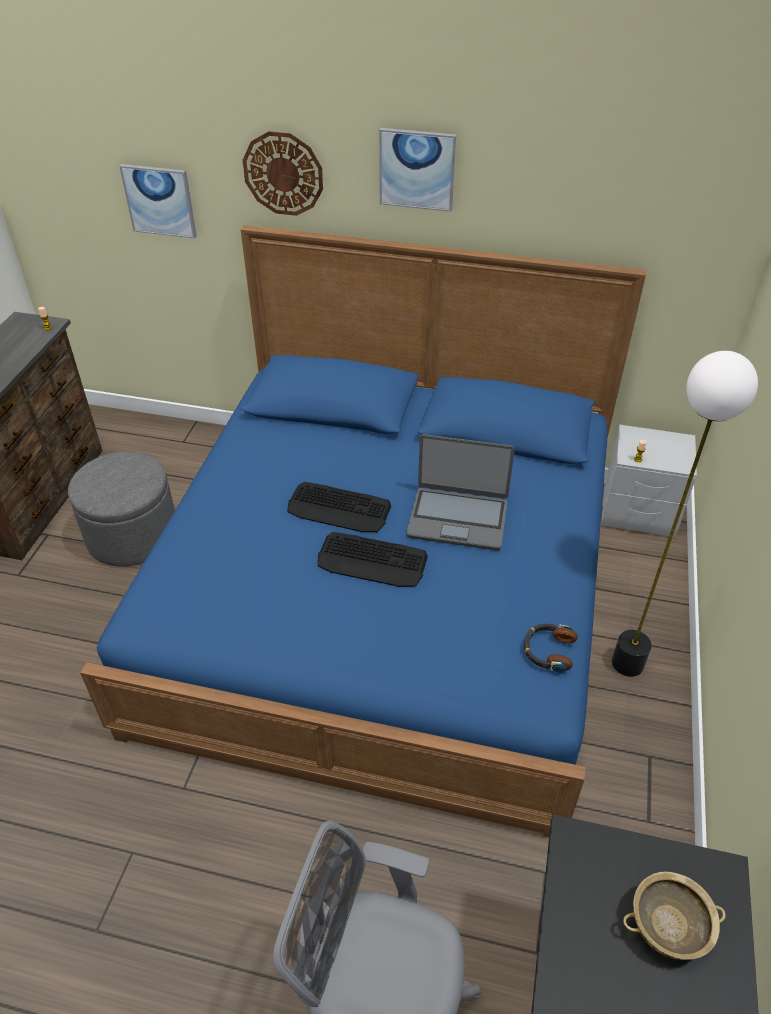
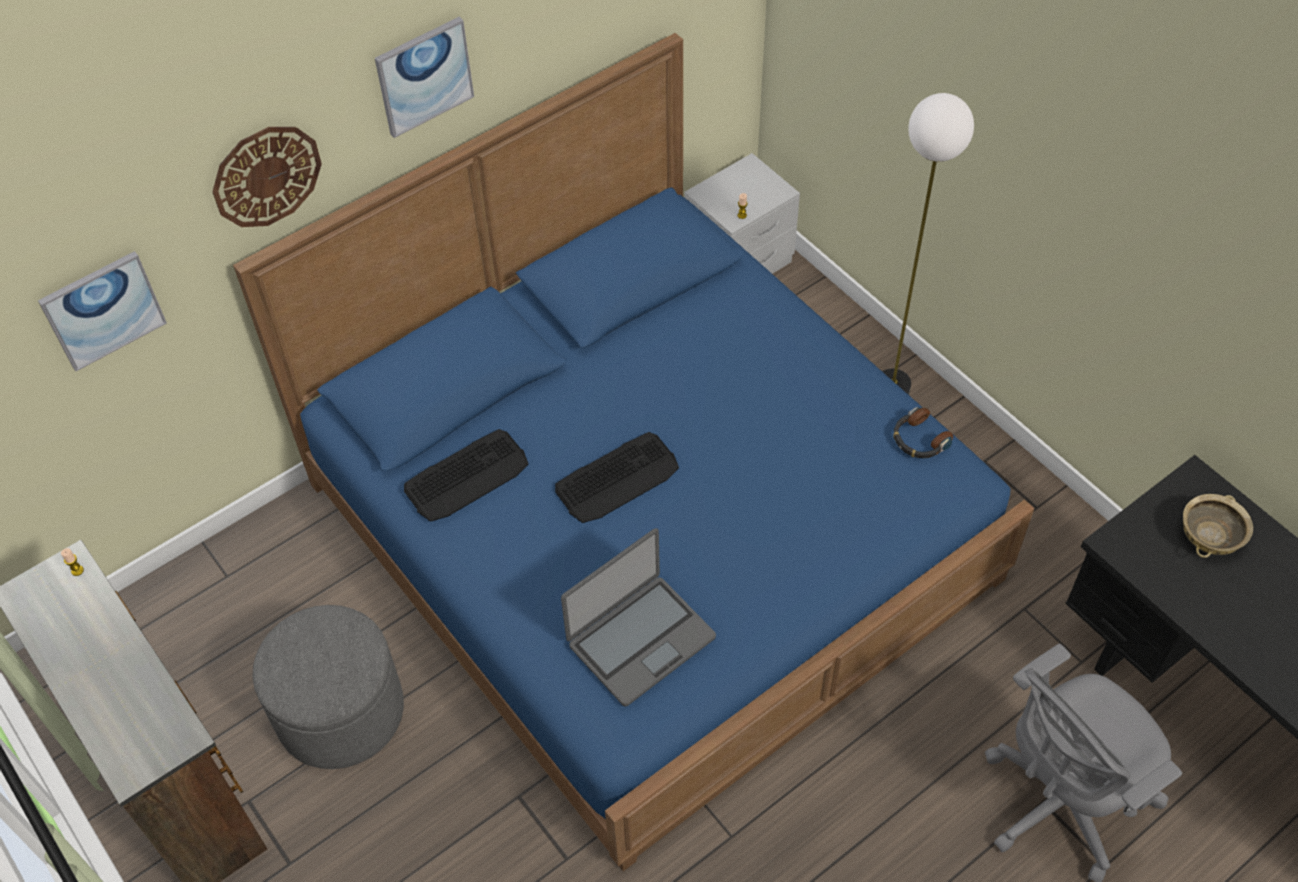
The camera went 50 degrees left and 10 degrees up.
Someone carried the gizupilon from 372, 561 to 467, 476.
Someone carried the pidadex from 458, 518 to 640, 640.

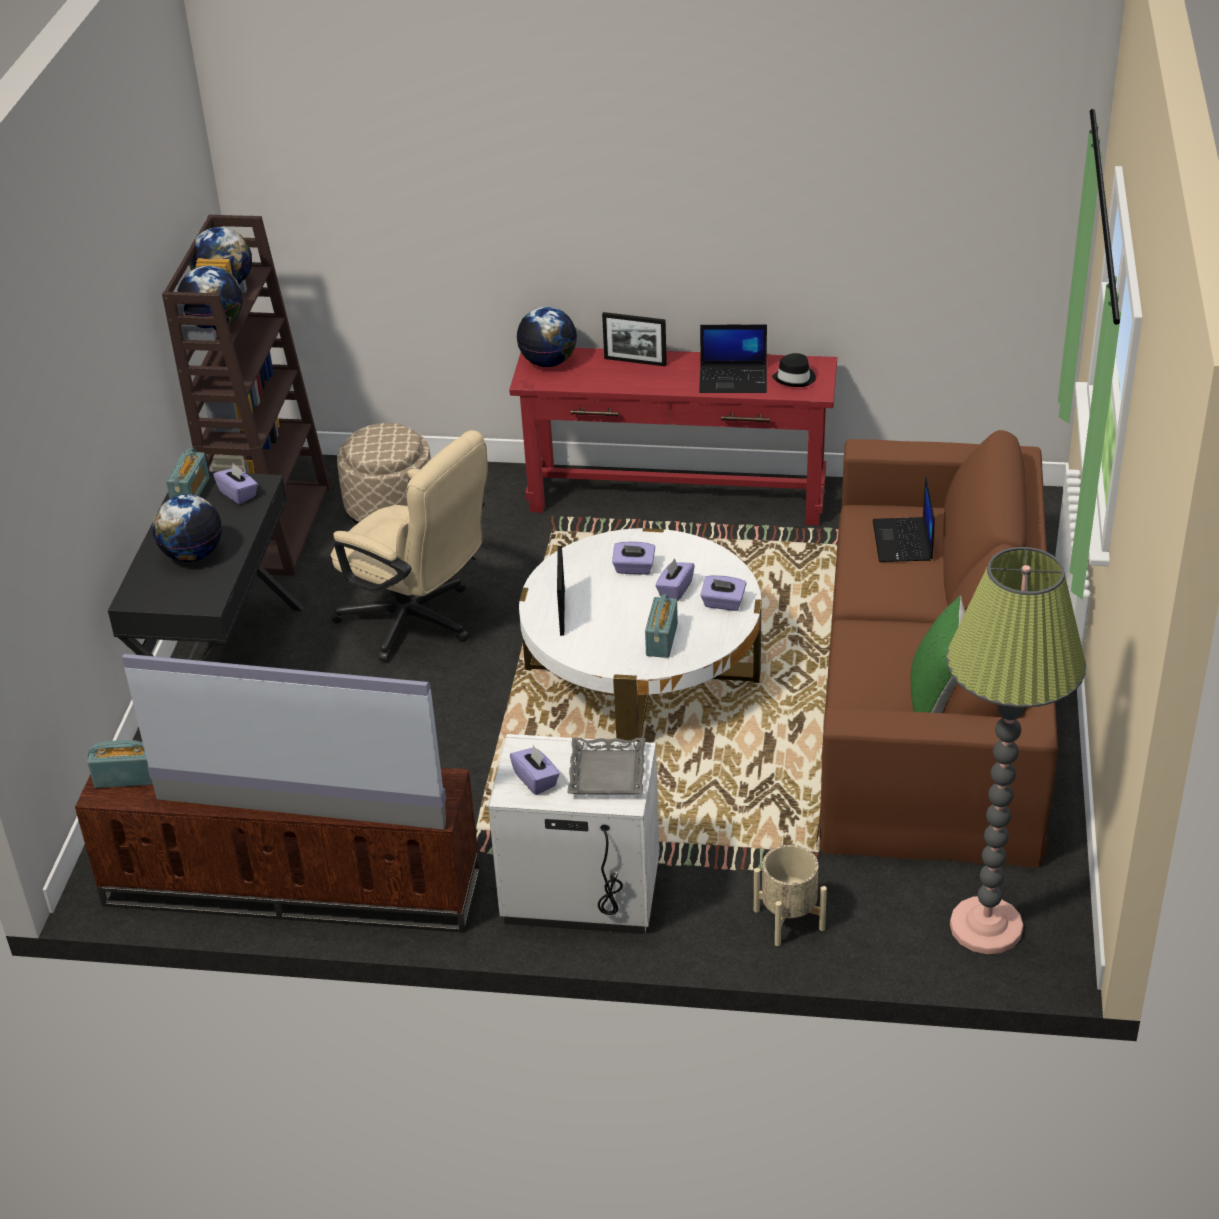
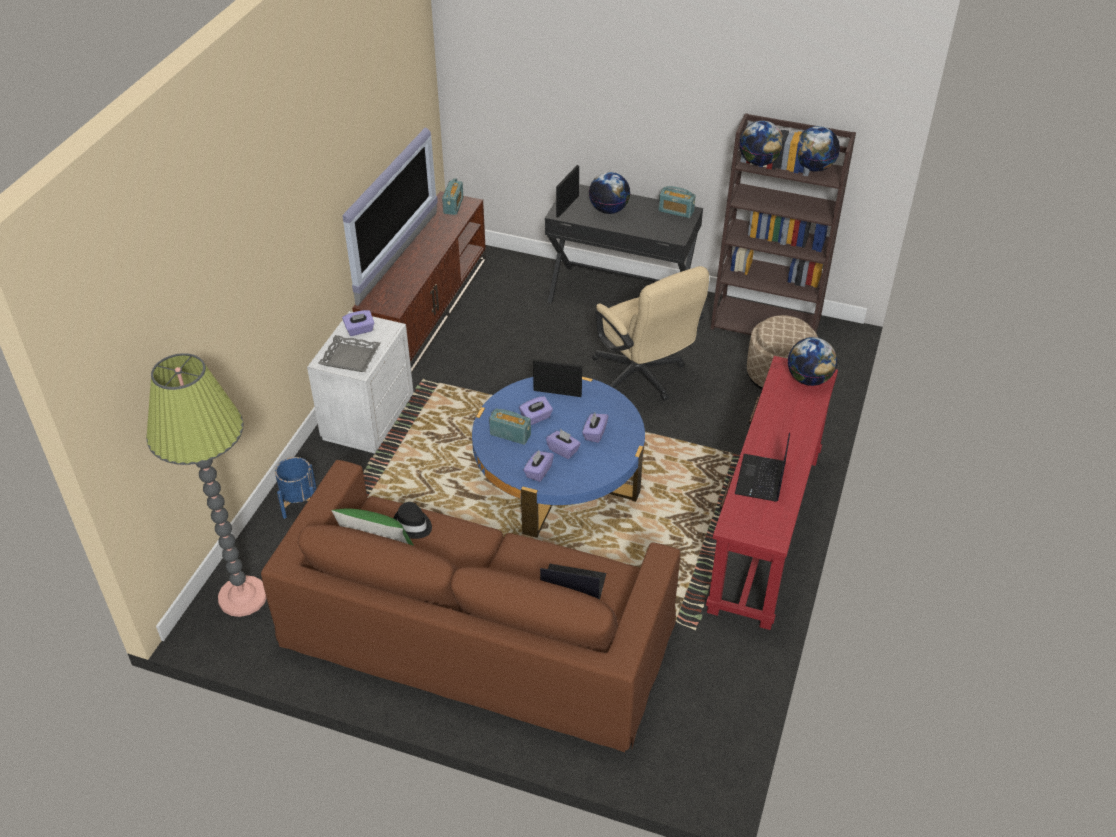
The camera went 100 degrees right and 5 degrees up.
Someone carried the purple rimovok from 238, 494 to 536, 417.
Someone carried the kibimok from 635, 361 to 567, 206.
Someone carried the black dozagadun from 795, 378 to 412, 525.
Someone repainted the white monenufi at 642, 670, which became the blue monenufi at 558, 476.
Someone repainted the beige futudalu at 789, 919, which became the blue futudalu at 300, 504.
Someone rotated the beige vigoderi at 418, 623 by 75 degrees counterclockwise.

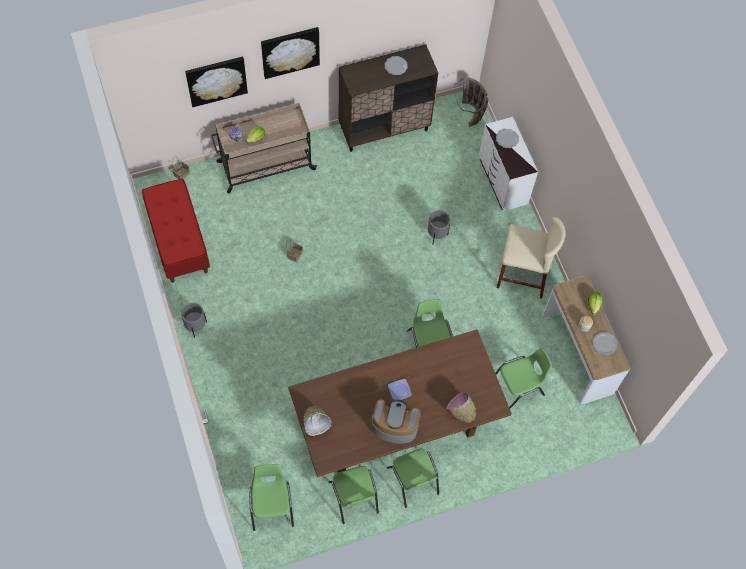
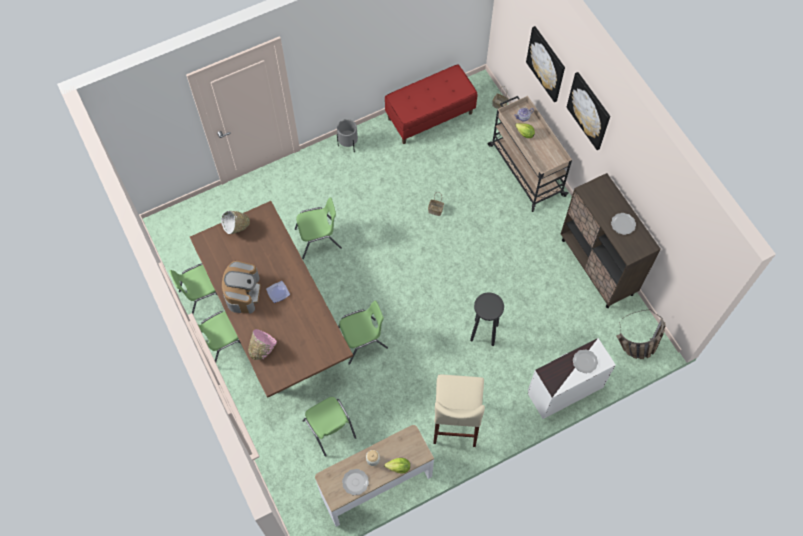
The camera went 85 degrees right and 0 degrees up.
Someone carried the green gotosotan from 272, 505 to 319, 239.
Someone swapped the grey futudalu at 437, 236 for the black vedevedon at 484, 333.

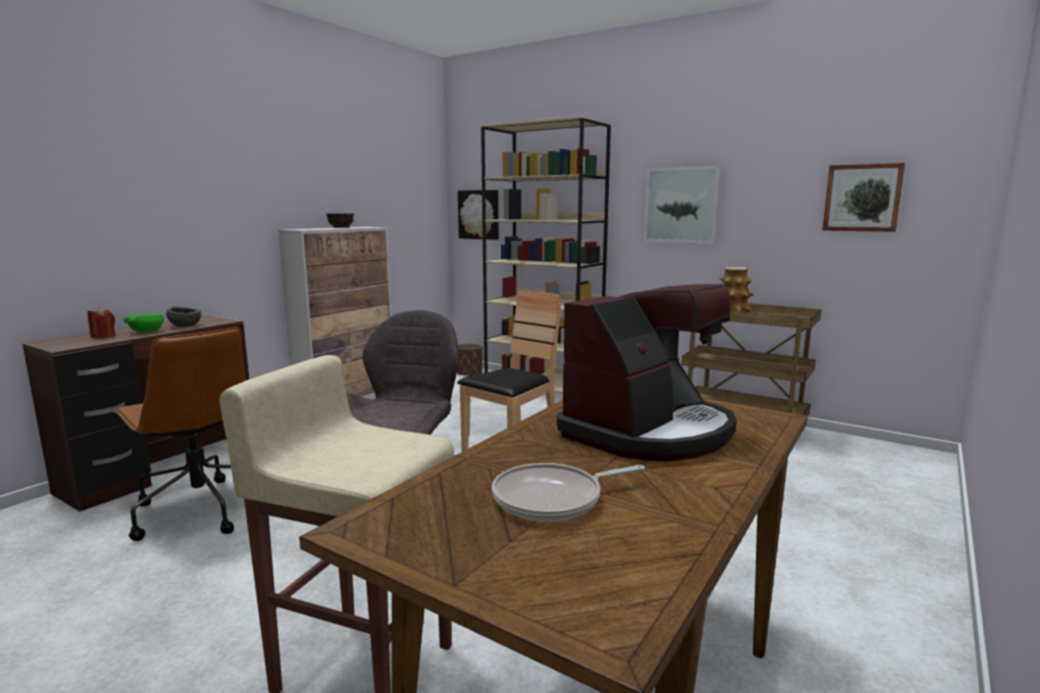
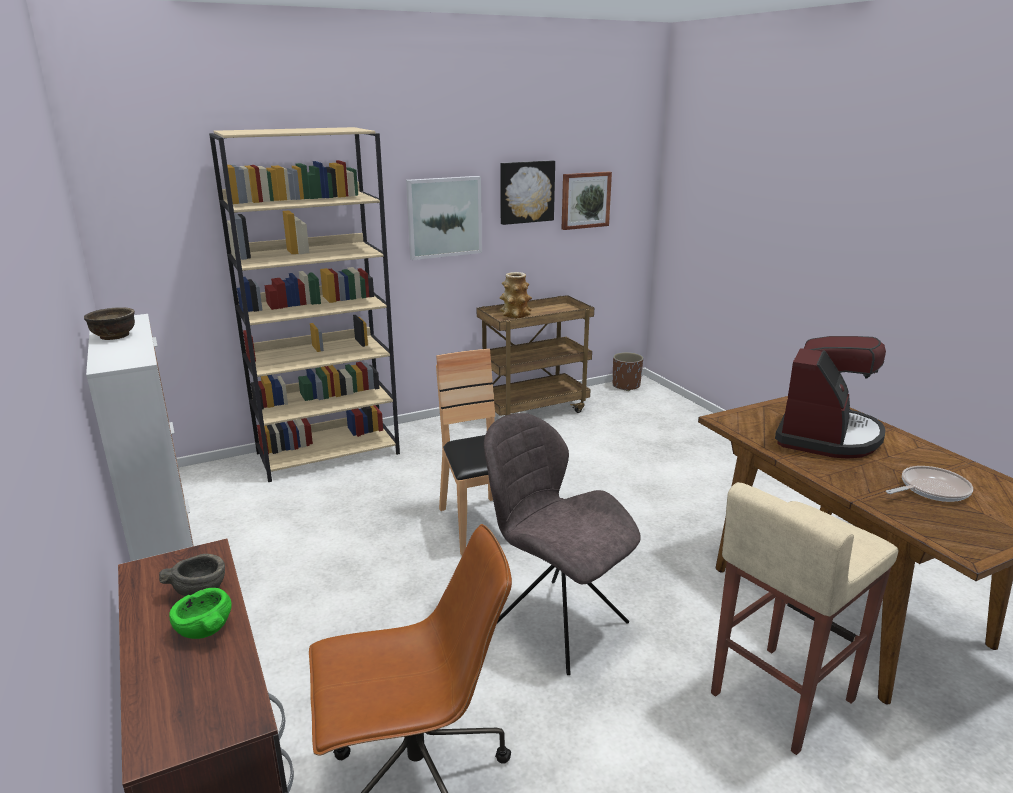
The camera went 60 degrees left and 10 degrees up.
Someone took away the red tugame at 103, 336.
Someone carried the brown futudalu from 469, 373 to 626, 386.
Someone carried the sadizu from 479, 214 to 526, 192.
Someone rotated the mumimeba at 553, 499 by 120 degrees counterclockwise.
Someone rotated the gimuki at 649, 432 by 45 degrees clockwise.

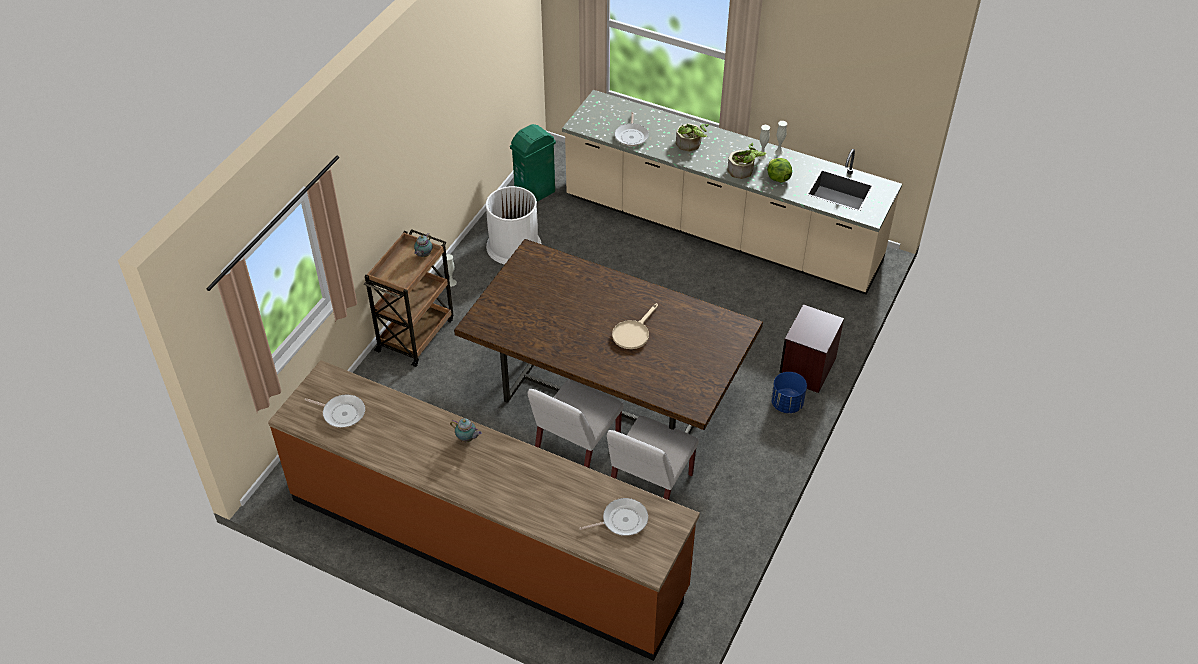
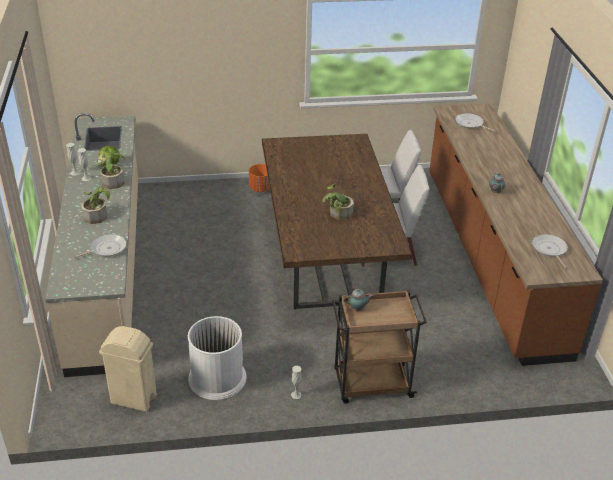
The camera went 125 degrees left and 10 degrees down.
Someone took away the beige mumimeba at 633, 333.
Someone took away the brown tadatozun at 807, 368.
Someone put down the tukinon at 337, 213.
Someone repainted the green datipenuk at 535, 194, which became the beige datipenuk at 133, 399.
Someone repainted the blue futudalu at 787, 404, which became the orange futudalu at 260, 188.

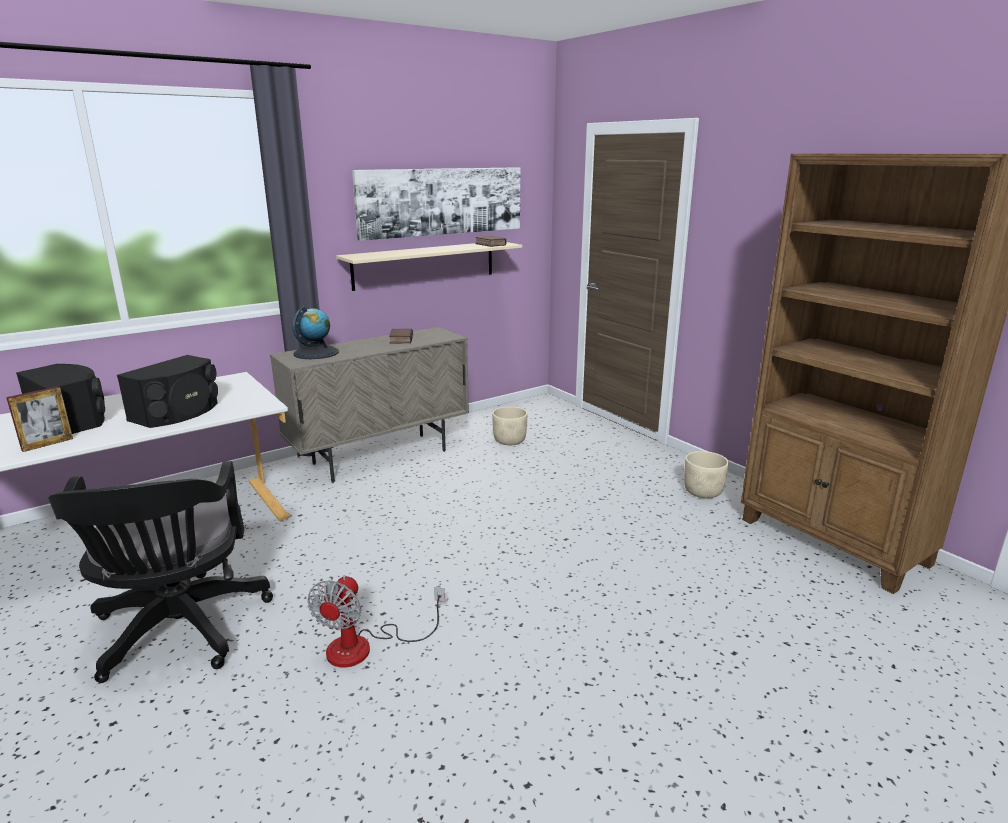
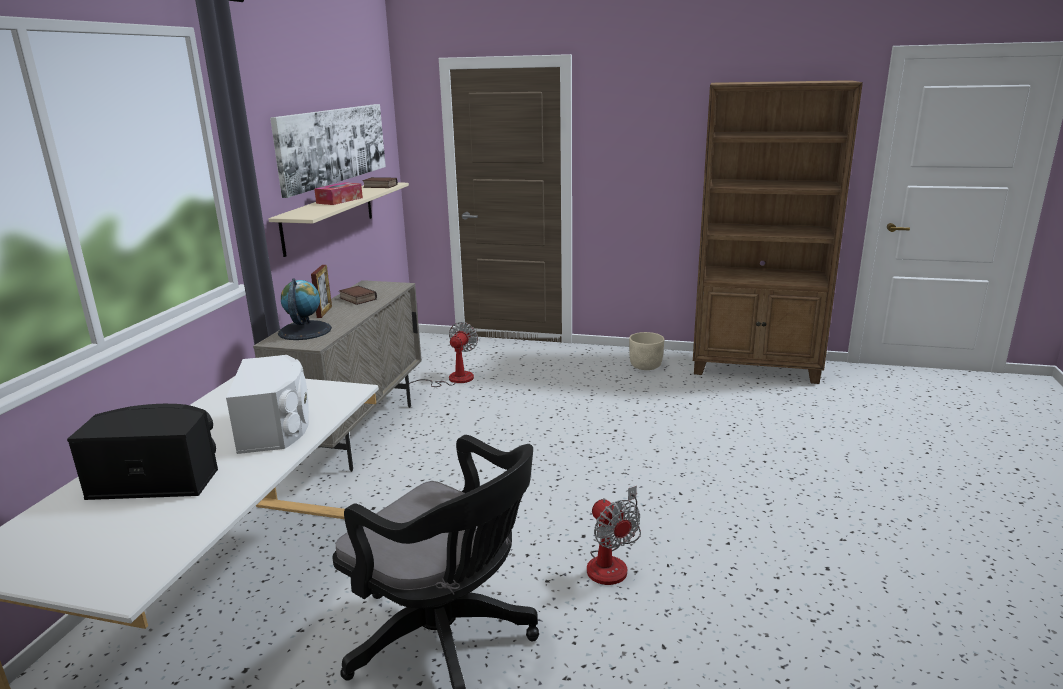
The camera went 40 degrees left and 0 degrees up.
Someone put down the rimovok at 339, 200.
Someone carried the kibimok from 47, 444 to 324, 312.
Someone swapped the beige futudalu at 509, 441 for the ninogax at 451, 379.
Someone repainted the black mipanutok at 178, 412, which became the white mipanutok at 276, 427.

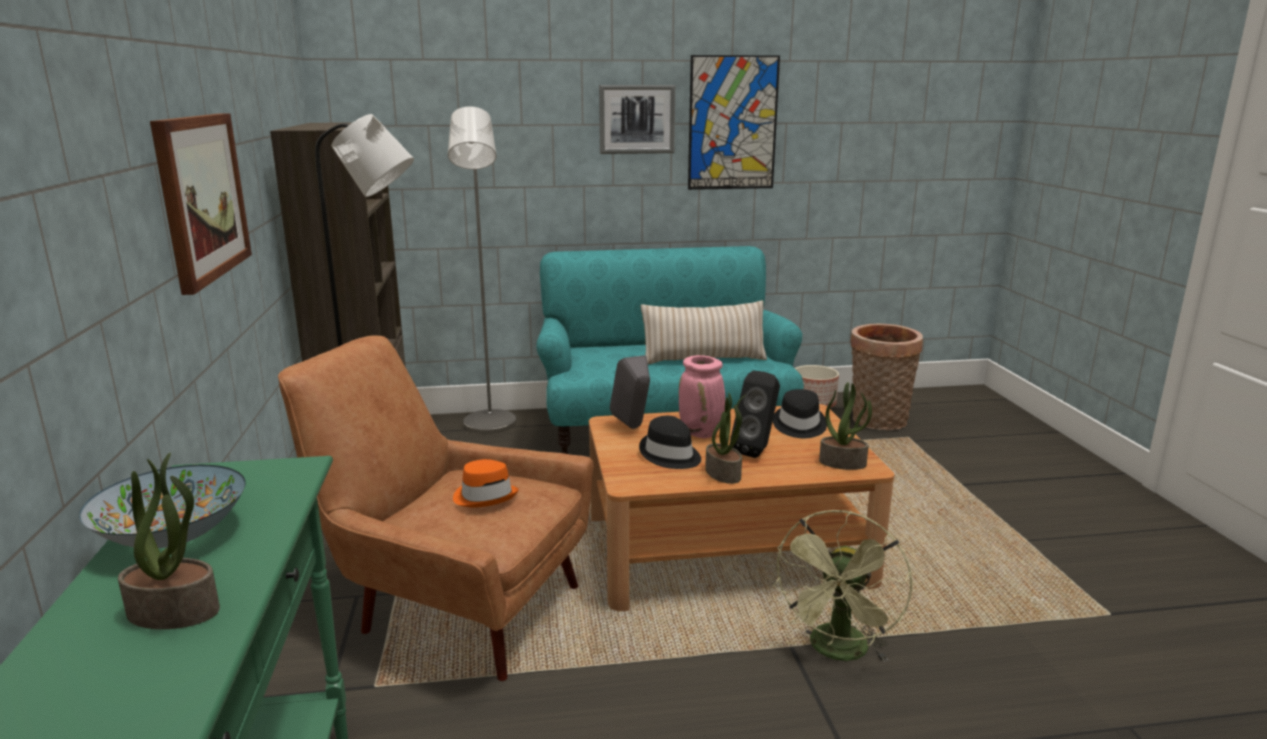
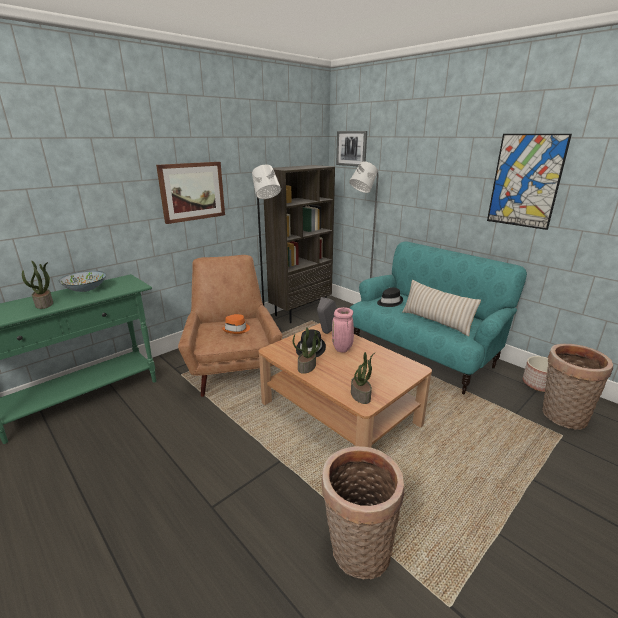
The camera went 55 degrees right and 5 degrees up.
Someone took away the black mipanutok at 757, 451.
Someone took away the green ninogax at 838, 652.
Someone put down the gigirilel at 357, 551.
Someone carried the sadizu from 636, 119 to 351, 148.
Someone carried the black dozagadun from 799, 425 to 389, 302.

